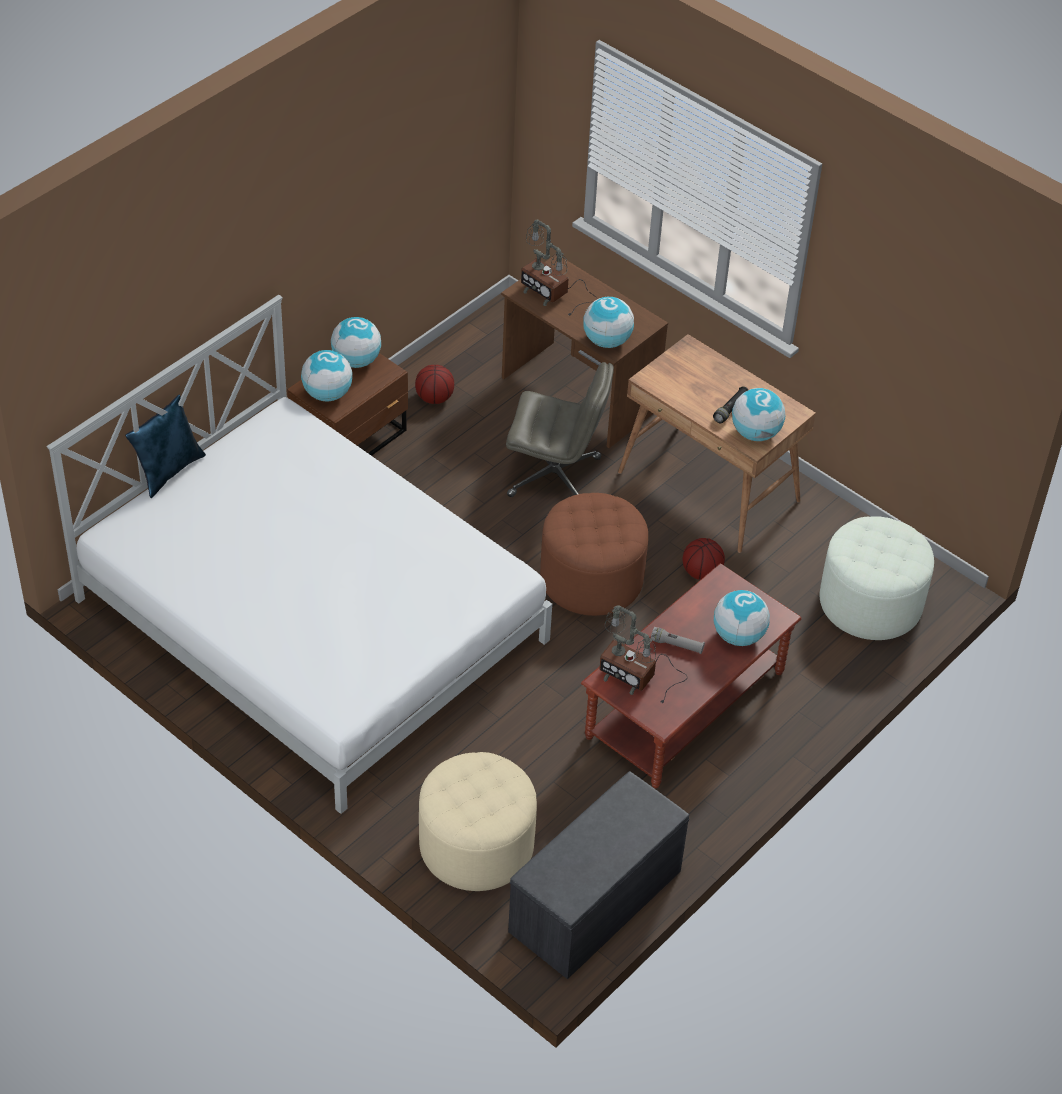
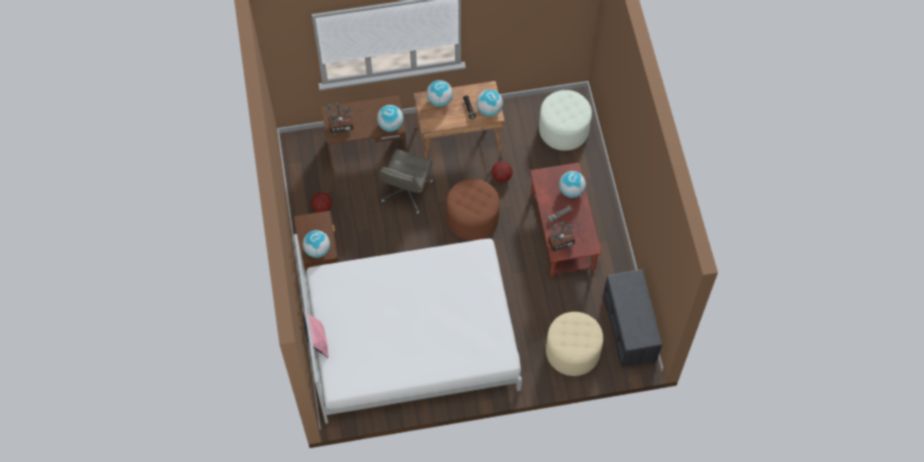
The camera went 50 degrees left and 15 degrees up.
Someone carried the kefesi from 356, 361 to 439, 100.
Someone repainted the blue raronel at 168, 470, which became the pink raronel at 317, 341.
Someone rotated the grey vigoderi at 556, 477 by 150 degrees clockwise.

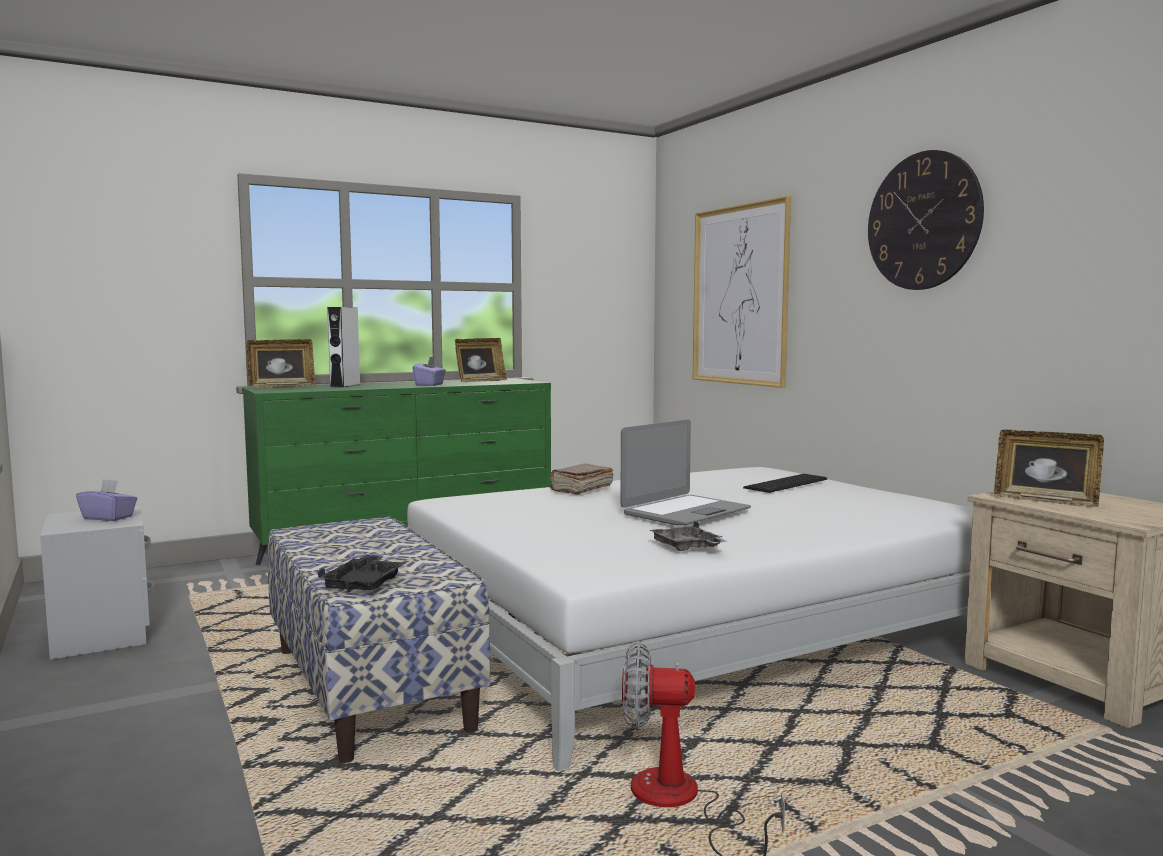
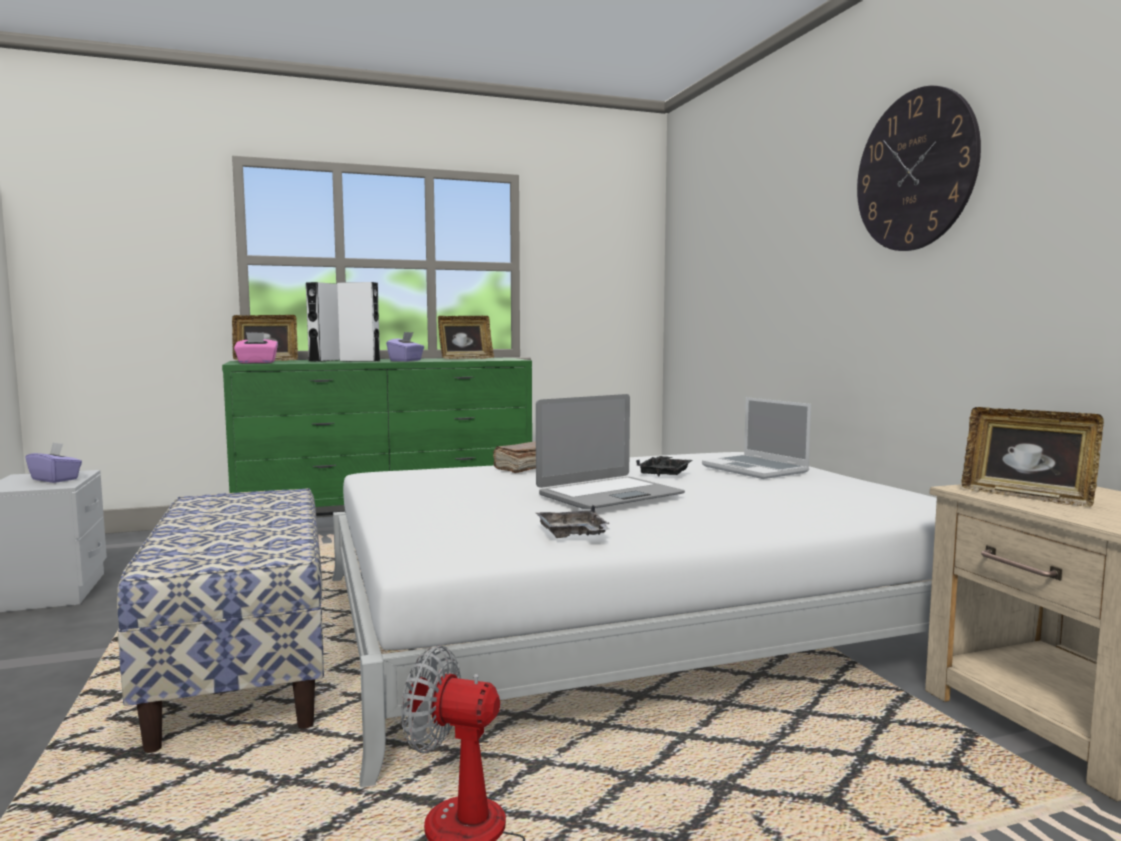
The camera went 10 degrees right and 0 degrees up.
Someone took away the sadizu at 739, 295.
Someone put down the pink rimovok at 256, 362.
Someone put down the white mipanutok at 360, 361.
Someone carried the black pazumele from 365, 584 to 665, 473.
Someone swapped the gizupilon at 788, 484 for the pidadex at 756, 469.

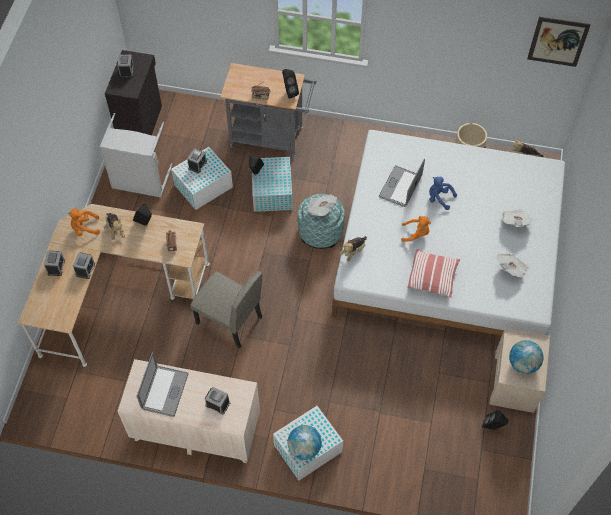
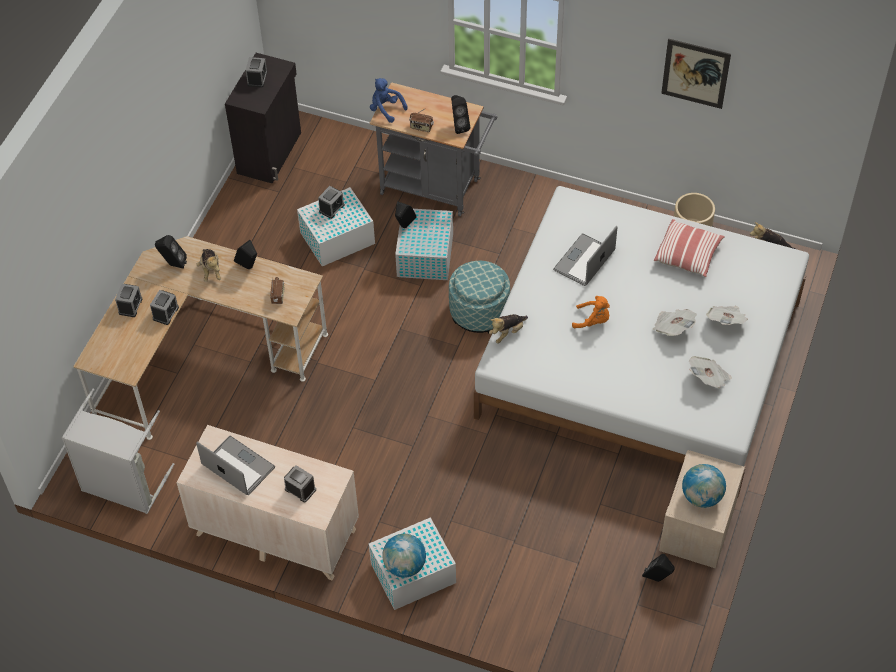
The camera went 10 degrees right and 5 degrees down.
Someone took away the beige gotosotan at 229, 320.
Someone carried the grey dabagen from 140, 182 to 123, 486.
Someone carried the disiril from 321, 209 to 673, 328.
Someone carried the raronel from 433, 277 to 688, 255.
Someone carried the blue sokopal from 439, 198 to 386, 109.
Someone carried the sadizu from 558, 41 to 695, 73.
Someone swapped the orange sokopal at 85, 228 for the black mipanutok at 173, 264.
Someone rotated the pidadex at 165, 391 by 75 degrees counterclockwise.

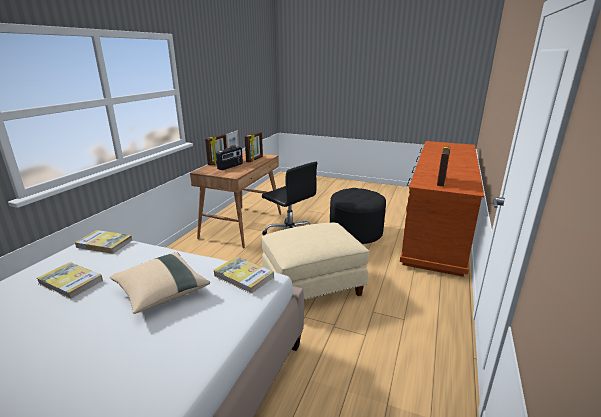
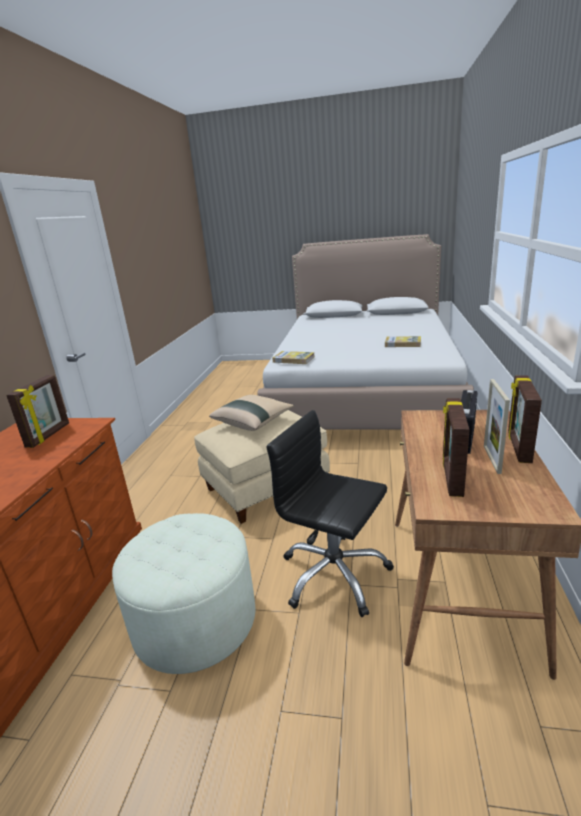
The camera went 170 degrees right and 0 degrees up.
Someone took away the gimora at 104, 244.
Someone carried the beige raronel from 161, 292 to 253, 422.
Someone repainted the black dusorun at 355, 232, which became the white dusorun at 195, 620.

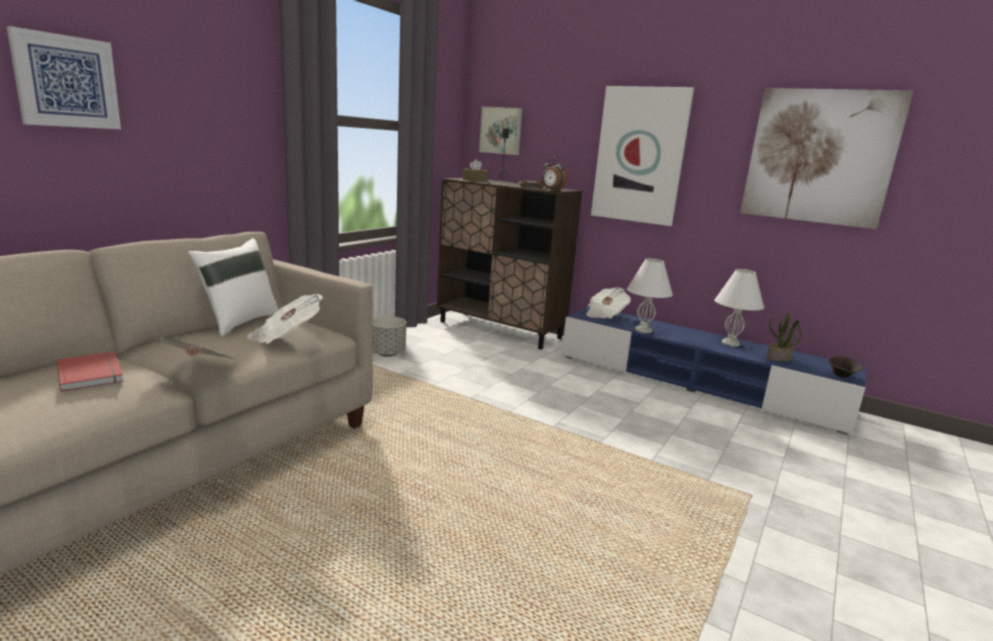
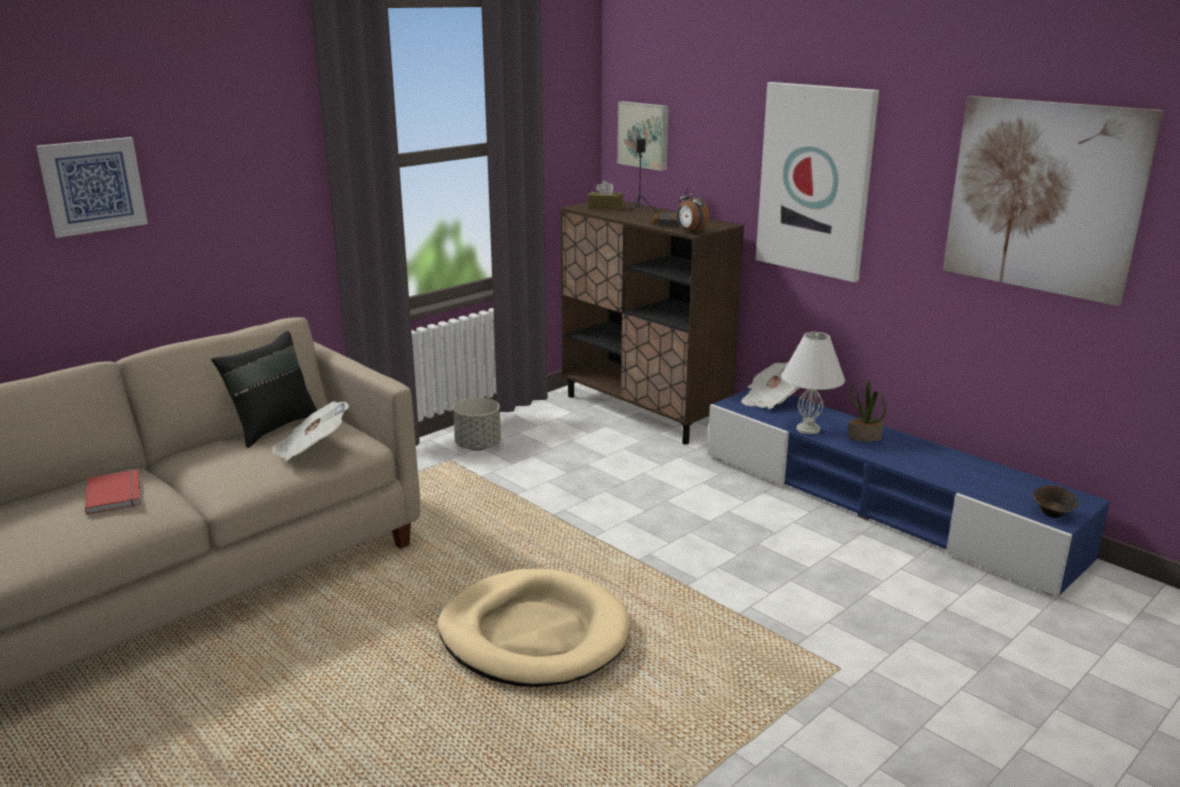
The camera went 15 degrees right and 5 degrees up.
Someone took away the disiril at 197, 369.
Someone took away the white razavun at 730, 343.
Someone put down the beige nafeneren at 534, 634.
Someone carried the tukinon from 778, 358 to 864, 437.
Someone repainted the white raronel at 239, 322, which became the black raronel at 272, 427.

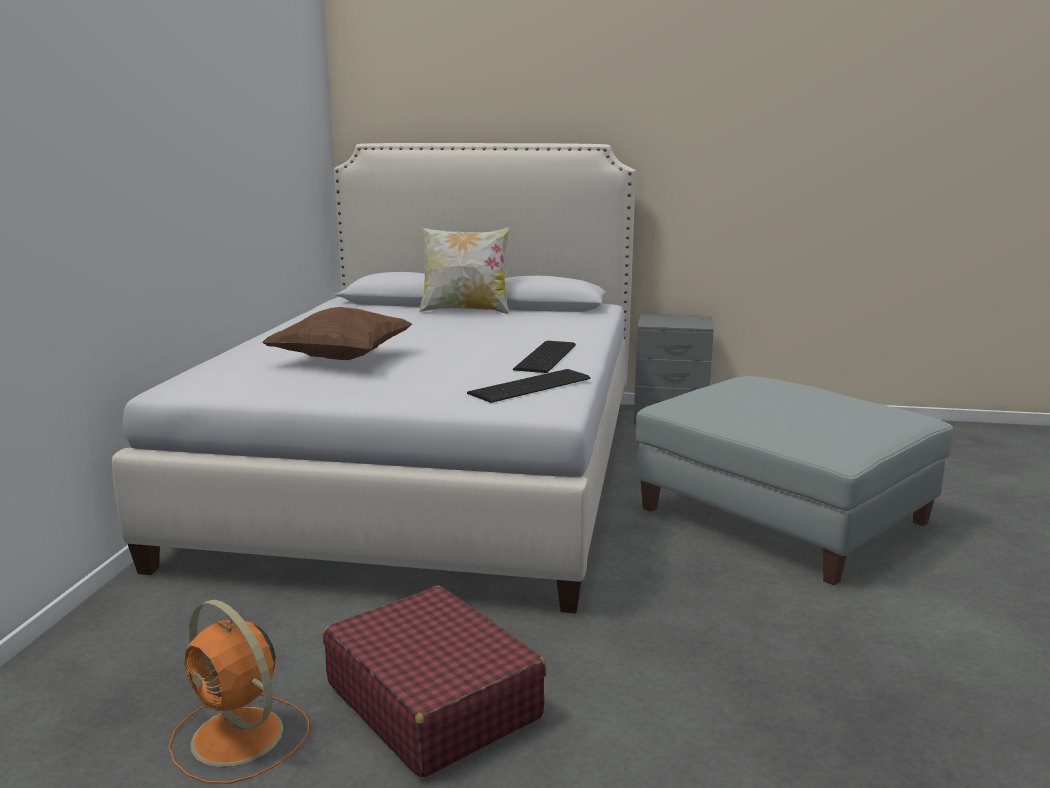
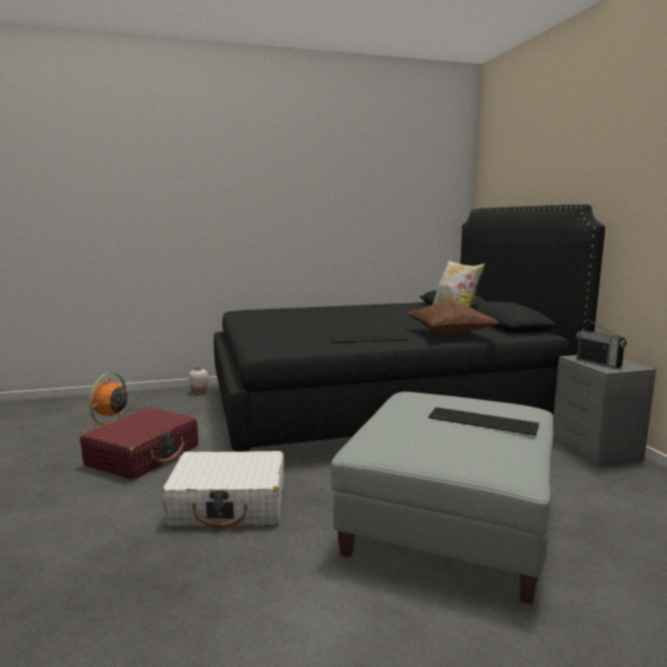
The camera went 65 degrees right and 5 degrees down.
Someone put down the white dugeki at 229, 504.
Someone put down the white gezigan at 199, 392.
Someone put down the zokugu at 598, 363.
Someone carried the brown raronel from 341, 358 to 449, 334.
Someone carried the gizupilon from 533, 386 to 483, 422.
Someone repainted the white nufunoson at 433, 471, which became the black nufunoson at 379, 405.

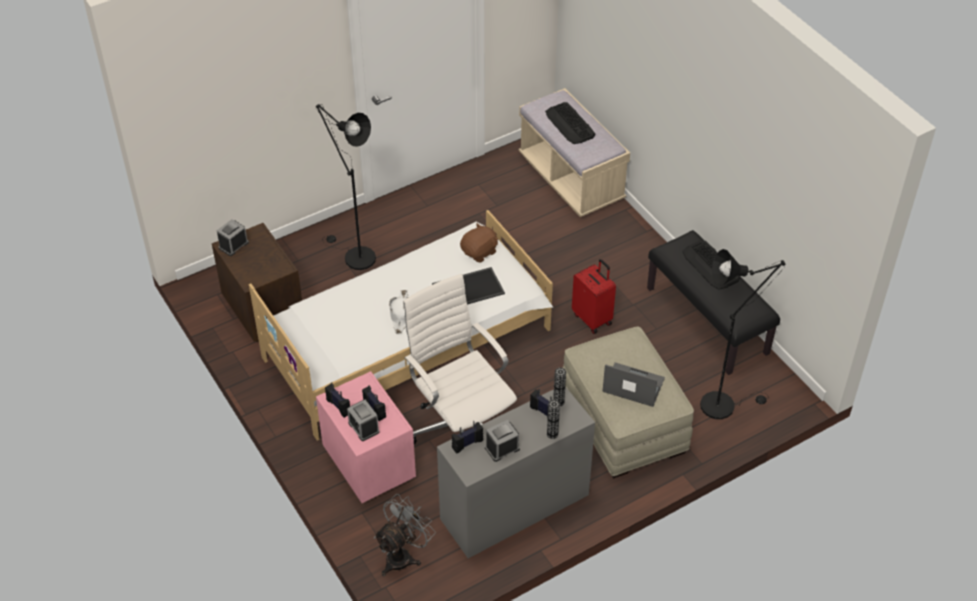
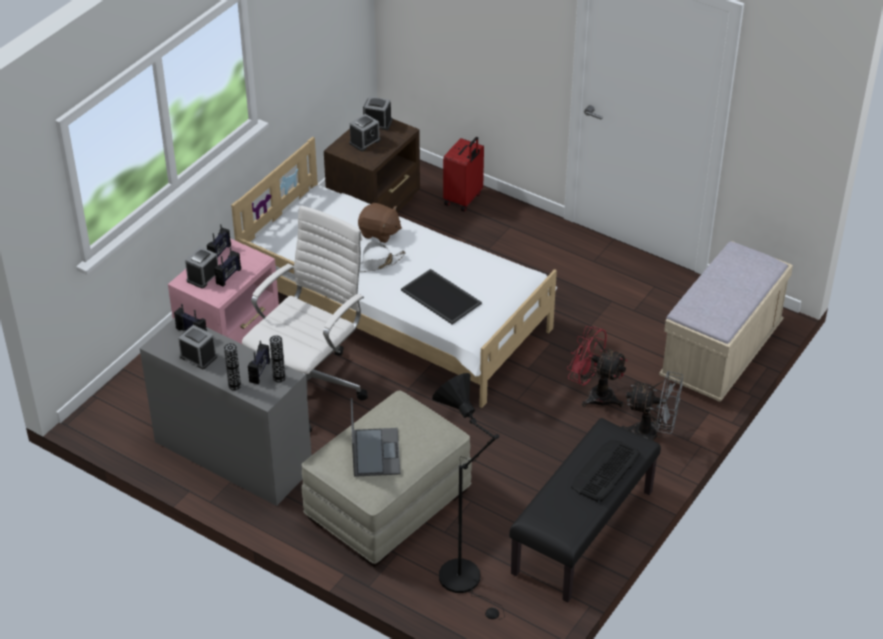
The camera went 65 degrees right and 5 degrees down.
Someone took away the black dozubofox at 354, 256.
Someone took away the gizupilon at 570, 124.
Someone put down the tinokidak at 365, 142.
Someone put down the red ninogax at 594, 395.
Someone carried the grey ninogax from 403, 555 to 652, 436.
Someone carried the brown sokopal from 479, 252 to 379, 233.
Someone carried the red dugeki from 593, 318 to 464, 199.

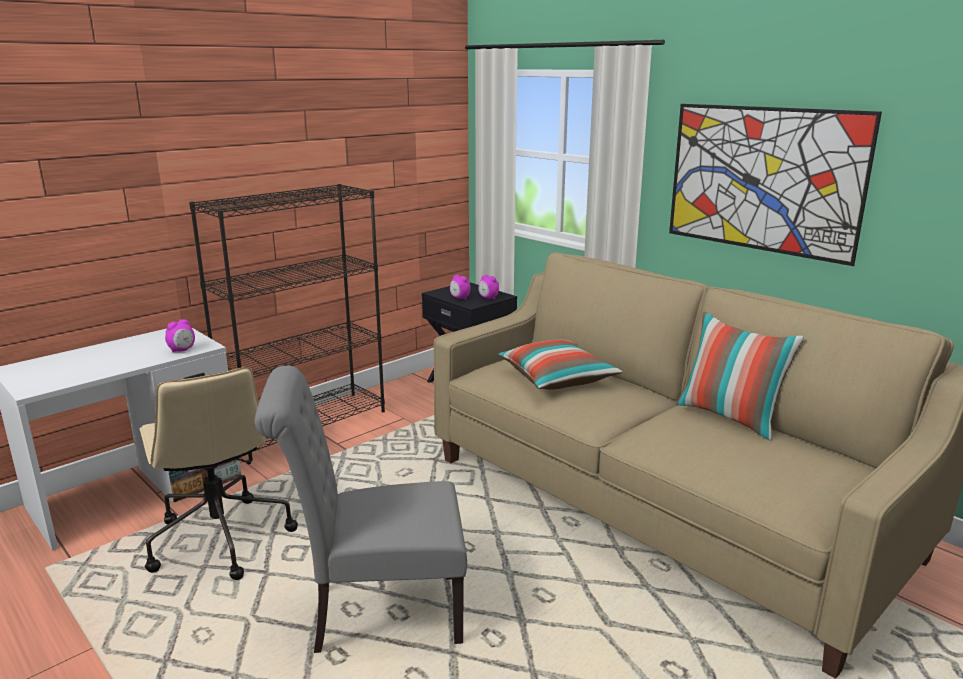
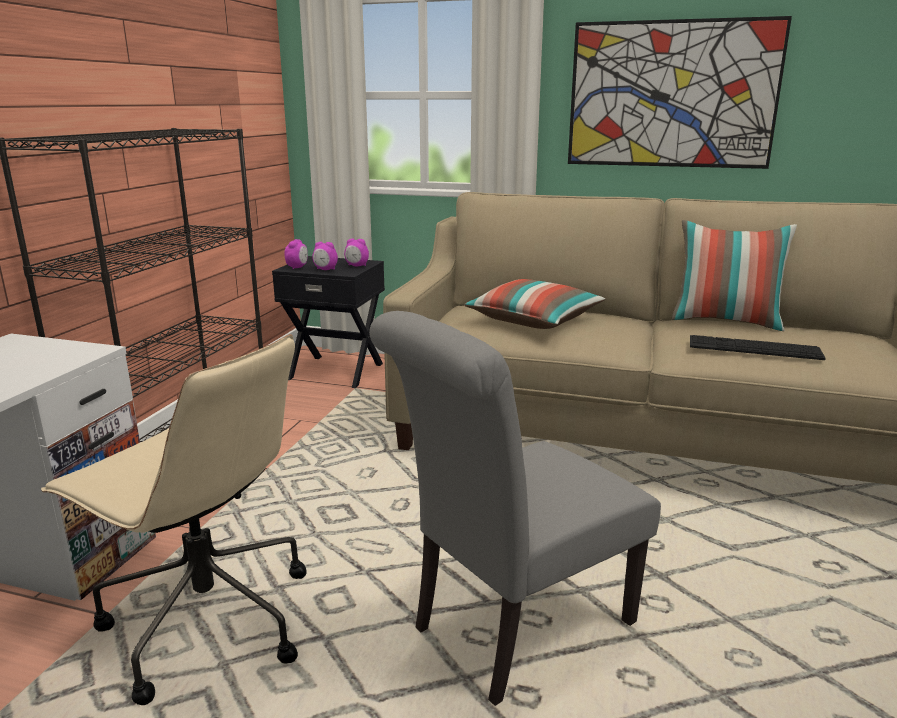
The camera went 30 degrees left and 0 degrees up.
Someone put down the gizupilon at 754, 348.
Someone carried the tinokidak from 182, 350 to 297, 267.

